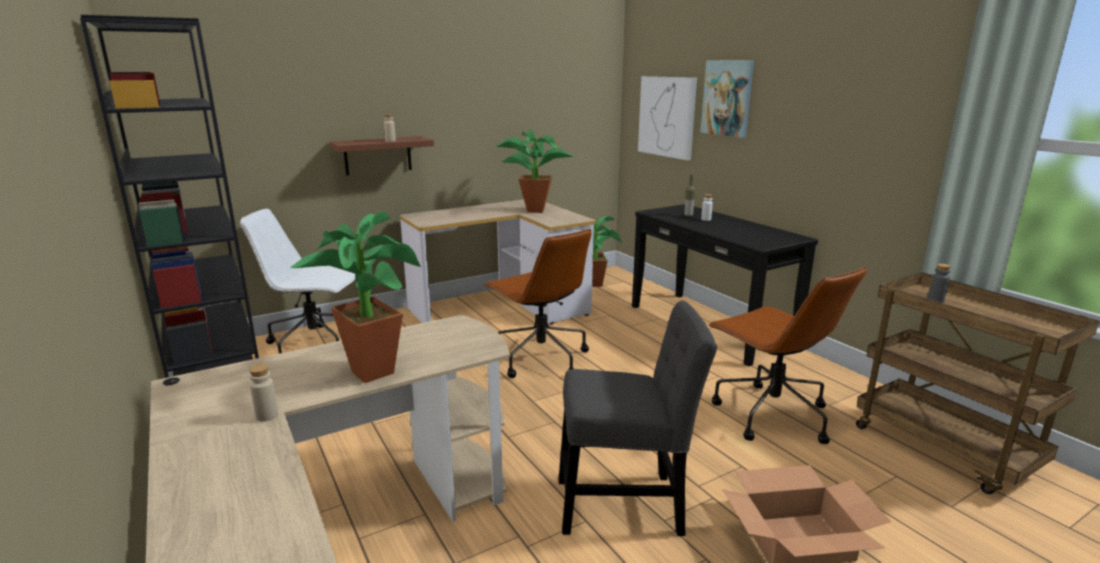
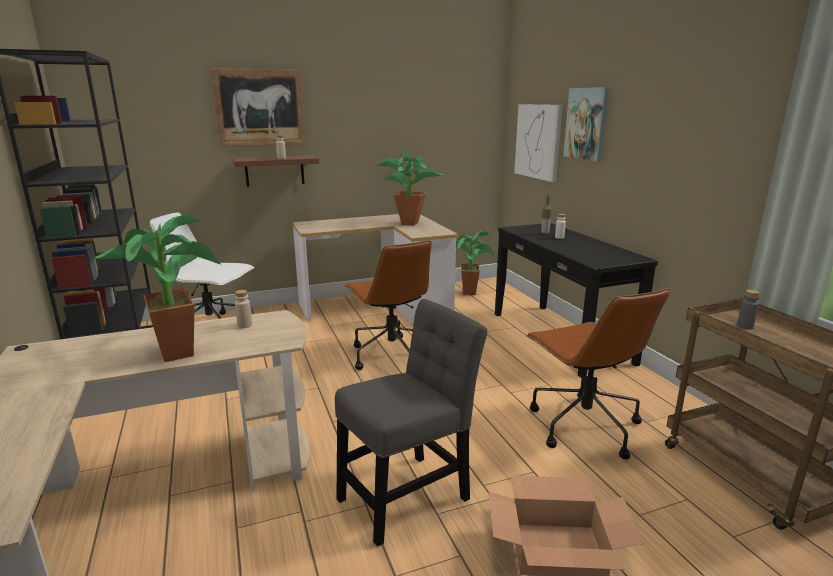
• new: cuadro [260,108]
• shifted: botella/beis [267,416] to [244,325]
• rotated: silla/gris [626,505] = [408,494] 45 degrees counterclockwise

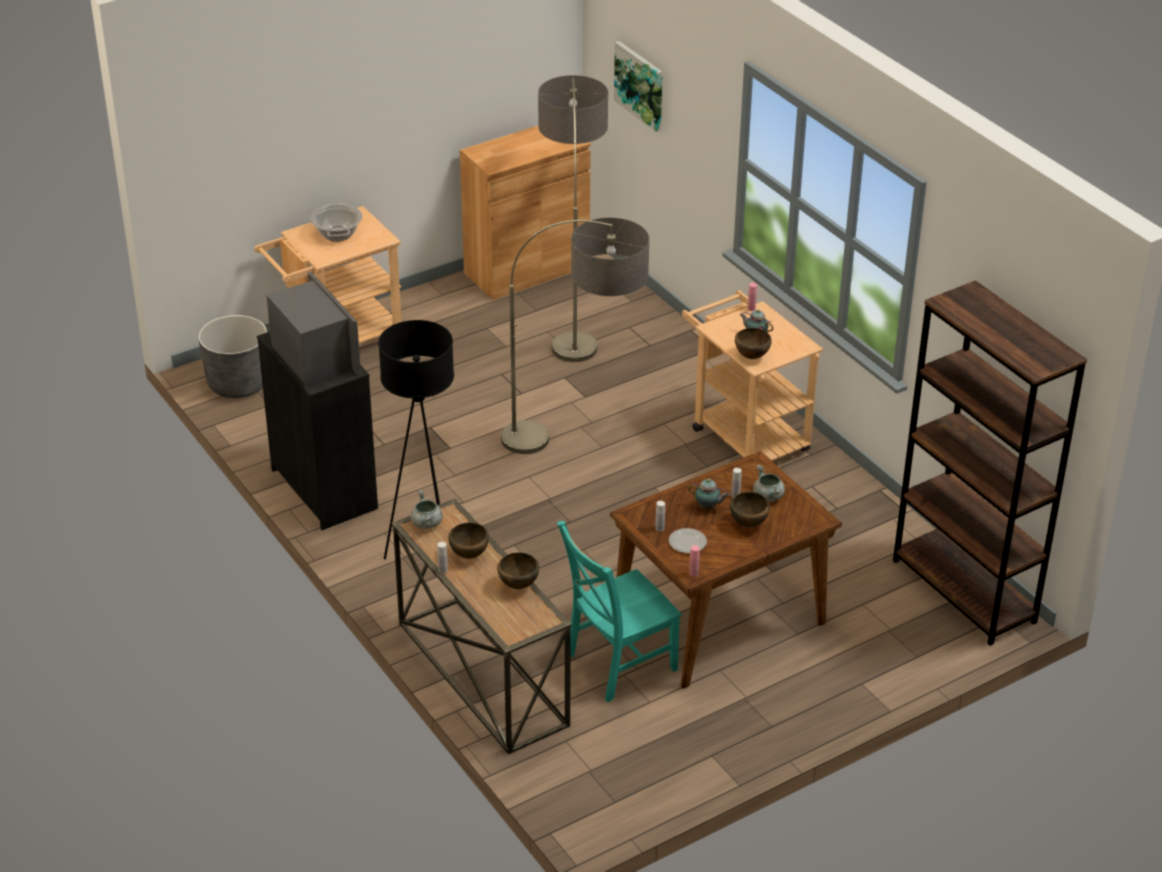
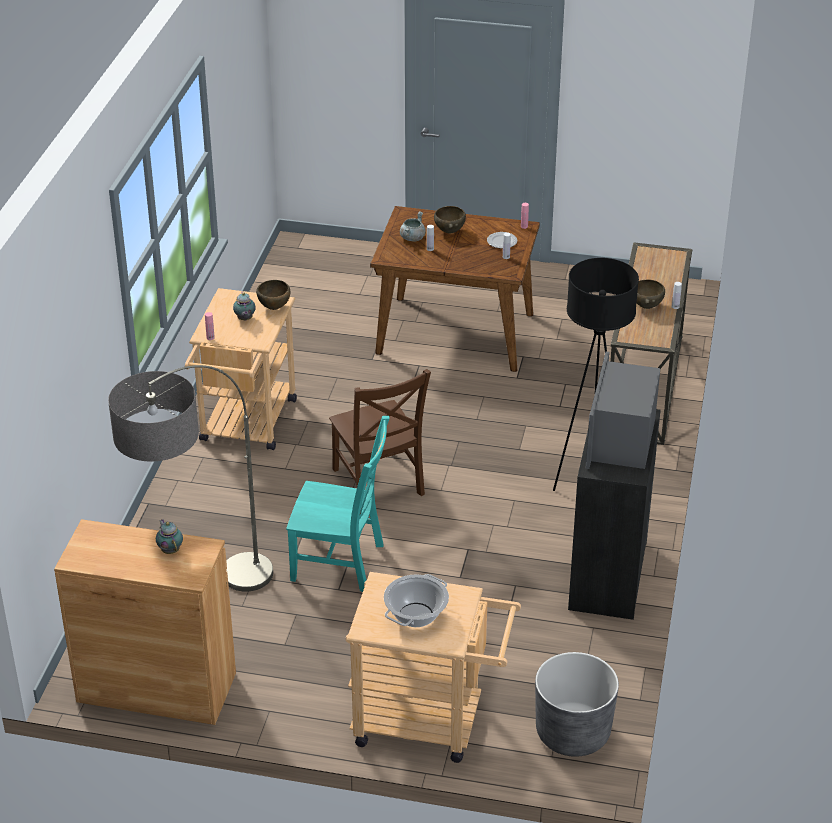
• shifted: tetera [708,507] to [170,550]
• shifted: silla/turquesa [616,664] to [341,563]
• swapped: lámpara de pie [579,452] to silla/marrón [379,484]
• gone: olla/gris [427,523]
• gone: cuenco/marrón [518,585]
• gone: cuadro [640,85]
• gone: estantería/marrón [964,591]

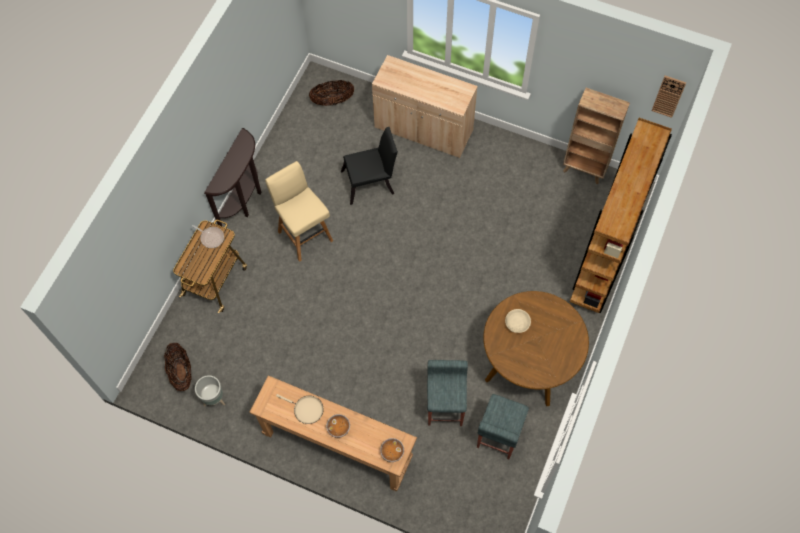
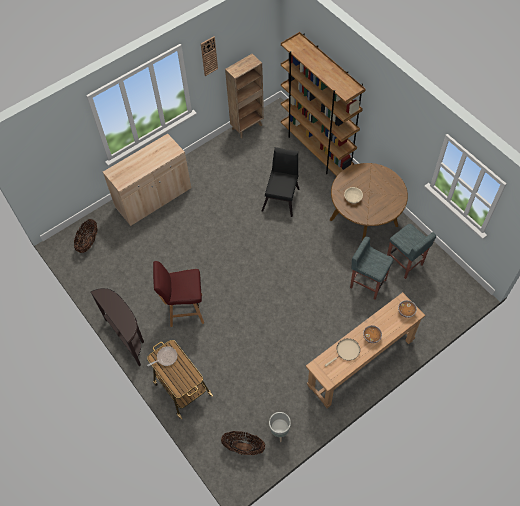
• repainted: taburete/beis [304,235] to taburete/rojo [185,310]
• shifted: reloj de pared [668,96] to [209,56]
• shifted: silla/negro [371,182] to [282,197]

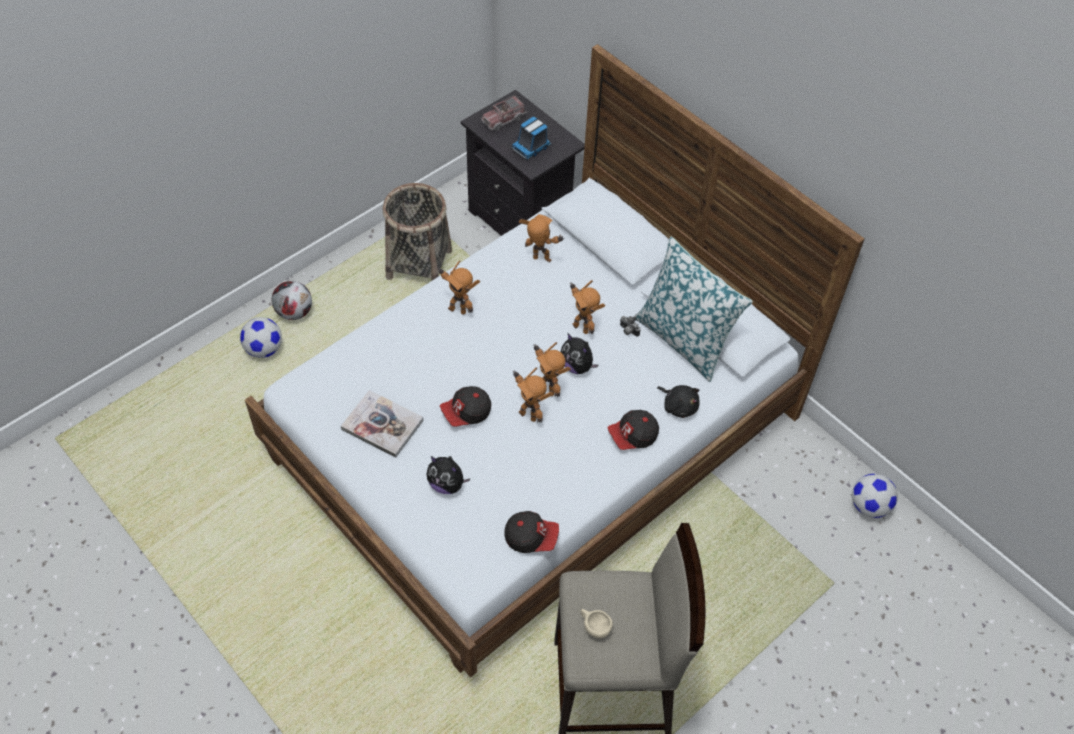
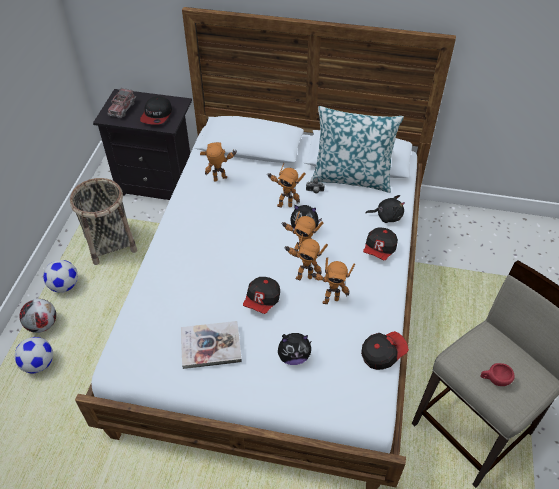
• shifted: balón de fútbol [869,506] to [64,285]
• swapped: camión de juguete [531,147] to gorra [157,115]
• shifted: robot de juguete [458,309] to [329,299]
• repainted: taza/beis [594,627] to taza/rojo [494,380]

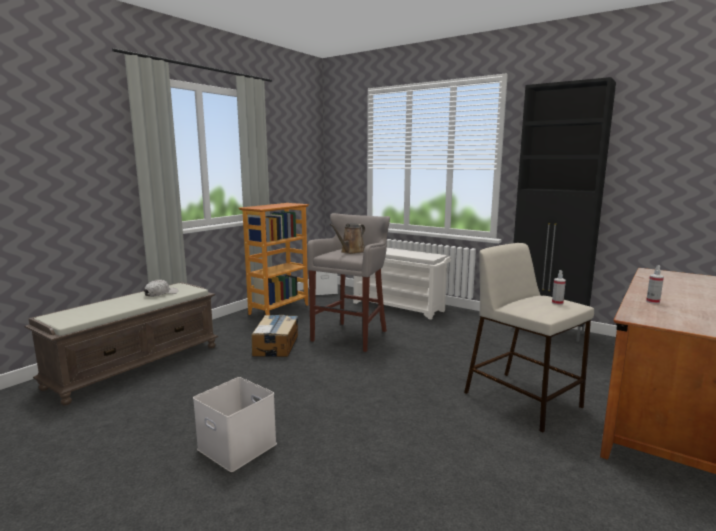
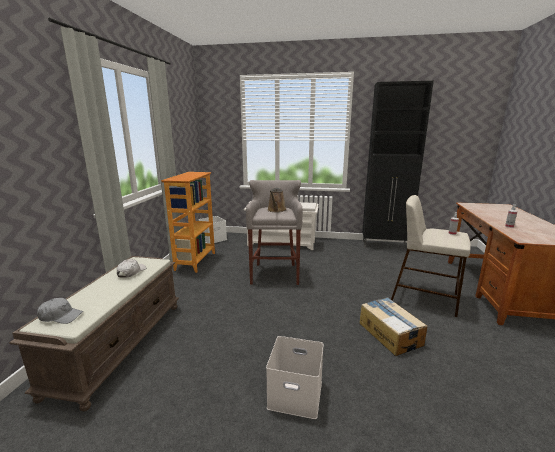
• new: gorra/gris [60,316]
• shifted: caja de cartón [276,345] to [390,333]

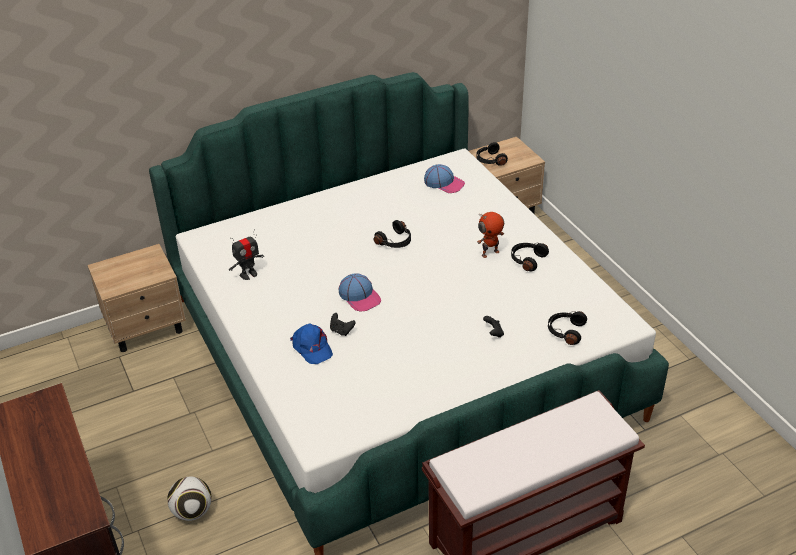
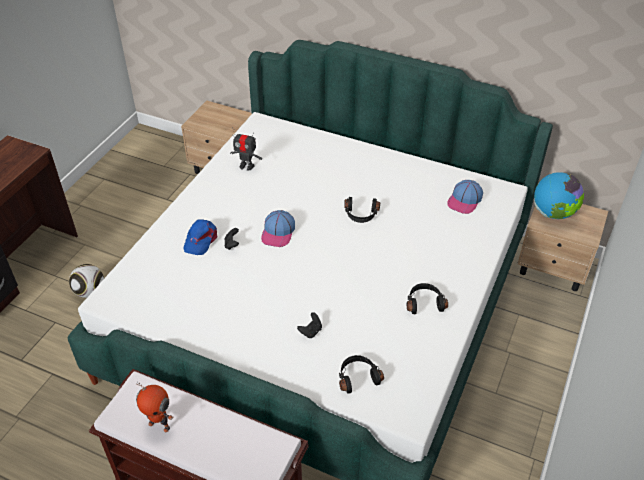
• shifted: robot de juguete [490,253] to [160,424]
• rotated: gorra [444,183] = [464,200] 45 degrees clockwise
• swapped: auriculares/negro [490,160] to globo terráqueo [553,213]

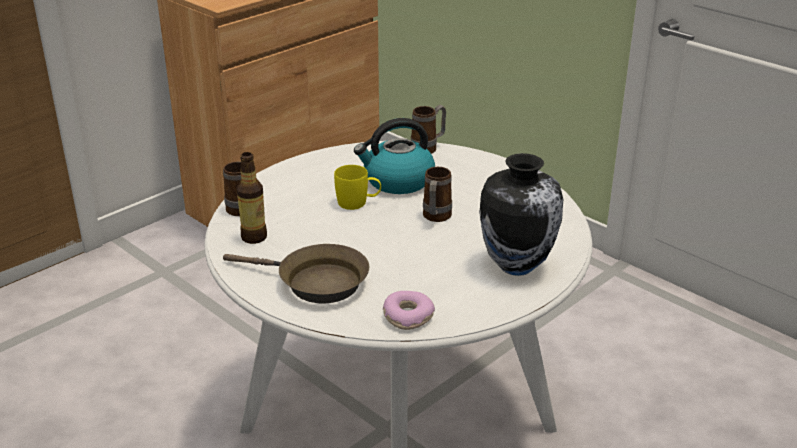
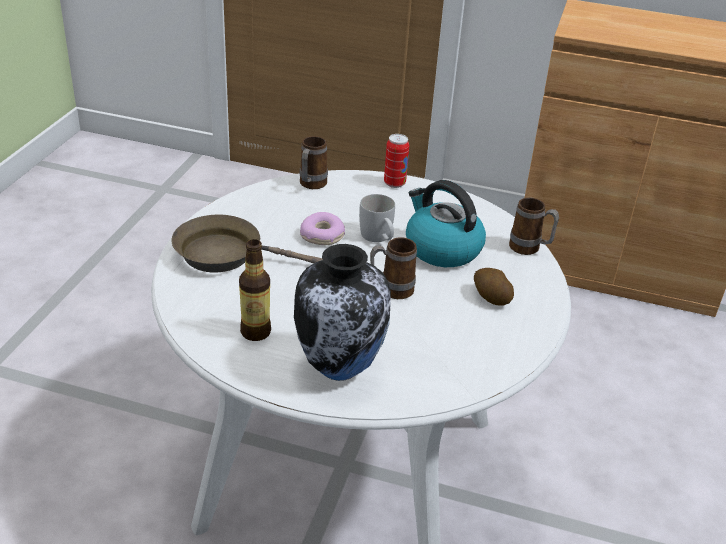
• rotated: sartén/marrón [316,282] = [226,254] 105 degrees clockwise
• shifted: botella [254,237] to [256,332]
• shifted: rosquilla [408,316] to [322,236]
• repainted: taza grande/amarillo [358,203] to taza grande/blanco [378,238]
• new: lata [394,183]
• new: patata [490,297]

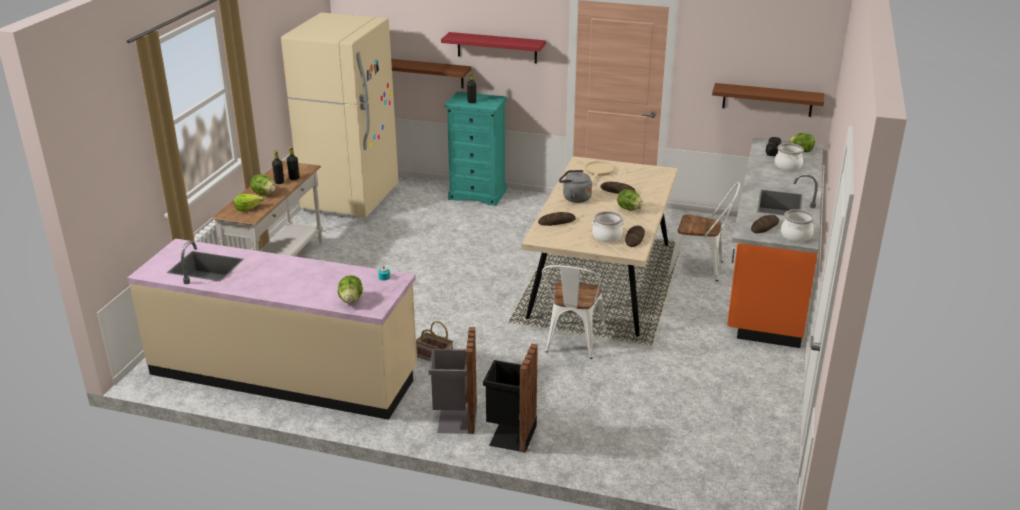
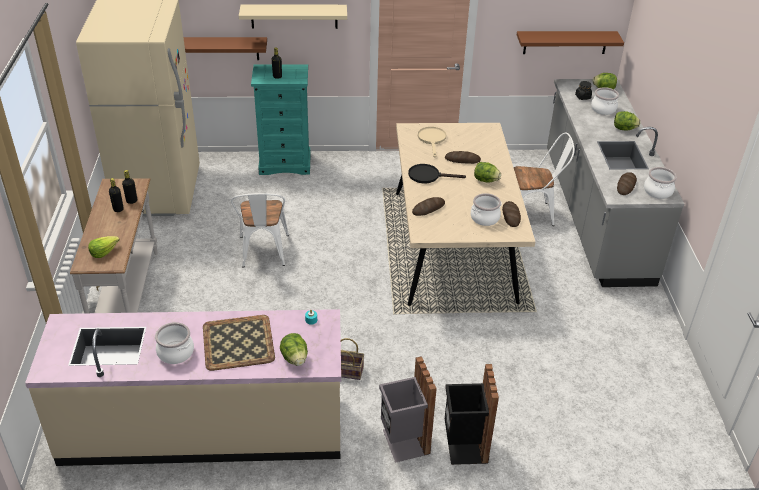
• new: olla [176,352]
• new: bandeja [237,343]
• shifted: silla/blanco [572,343] to [263,254]
• repainted: estante/rojo [497,47] to estante/beis [294,16]
• swapped: hervidor/gris [574,198] to sartén/negro [428,176]
• repainted: mueble bajo de cocina/naranja [768,279] to mueble bajo de cocina/gris [594,215]
• shifted: lechuga [264,193] to [624,129]

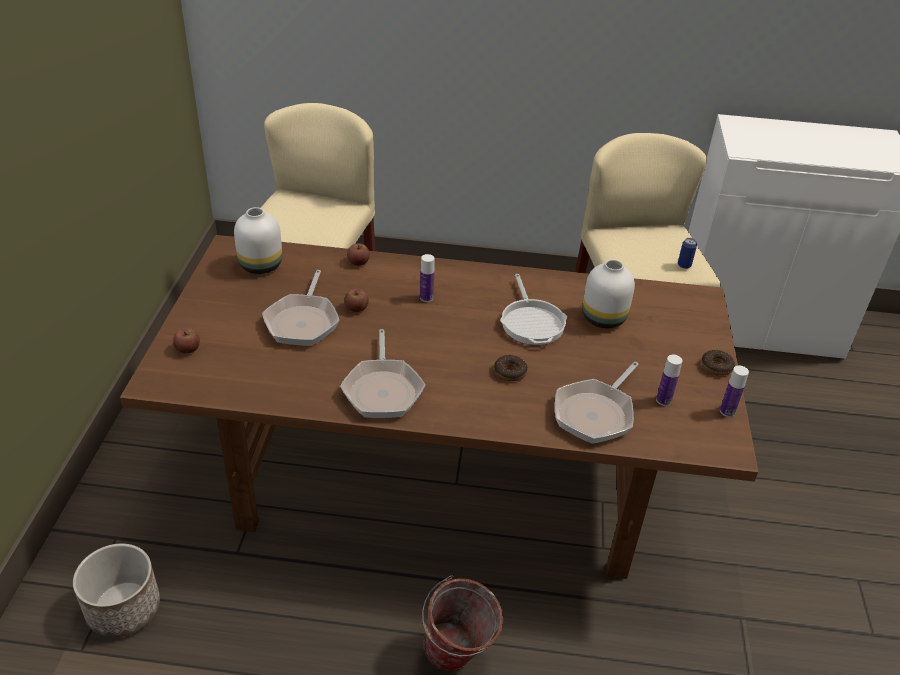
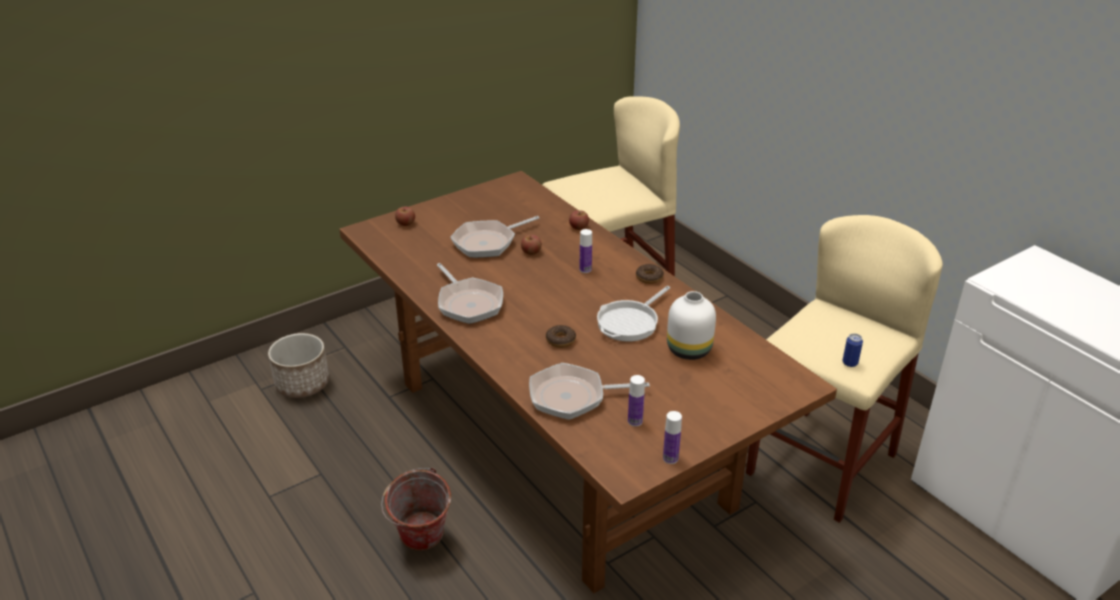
• rotated: sartén [383,389] = [468,303] 75 degrees counterclockwise
• shifted: rosquilla [716,366] to [649,277]
• gone: florero/blanco [261,265]

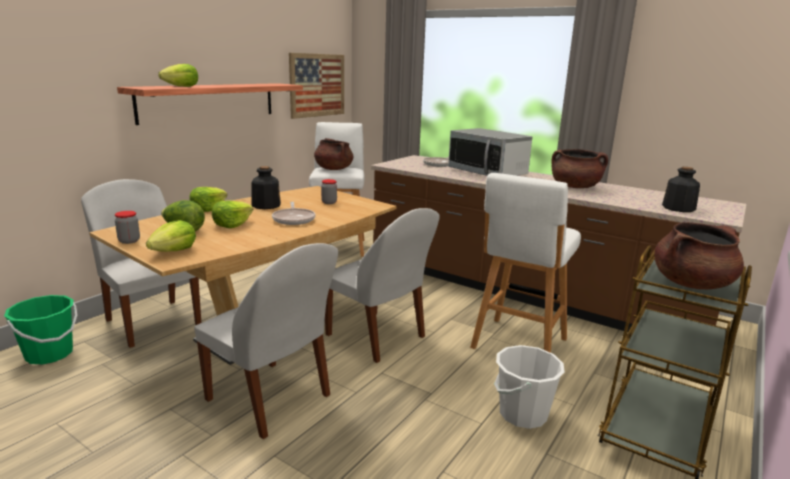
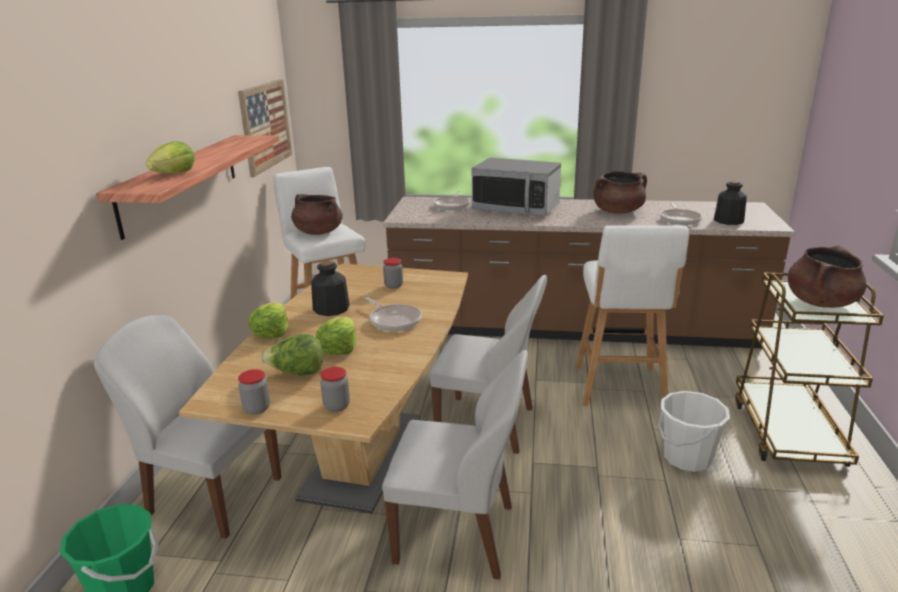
• swapped: lechuga [174,251] to tarro [336,406]
• new: sartén [679,219]

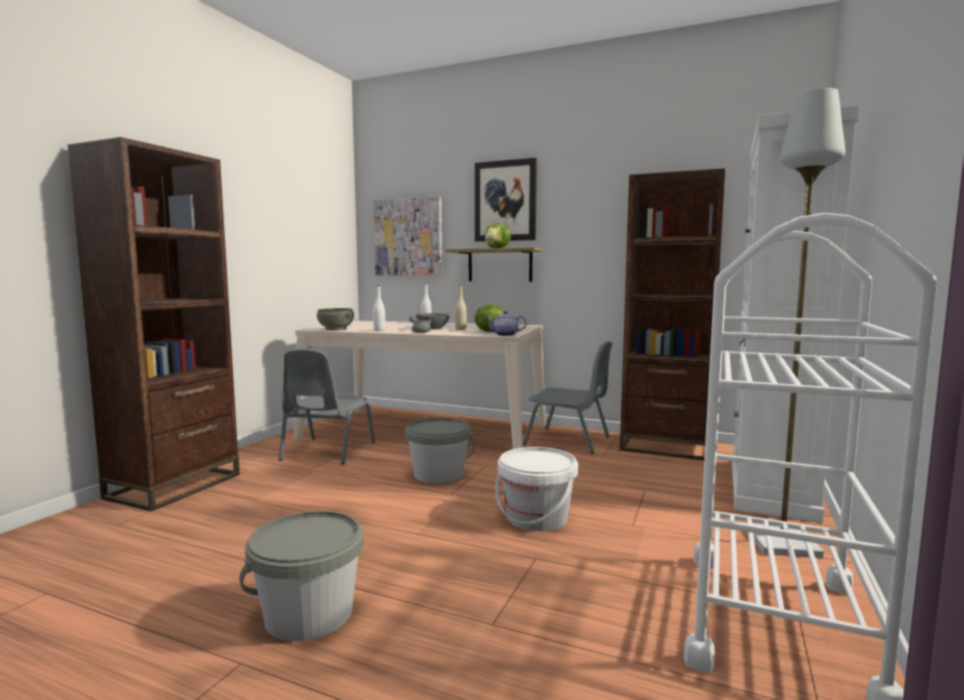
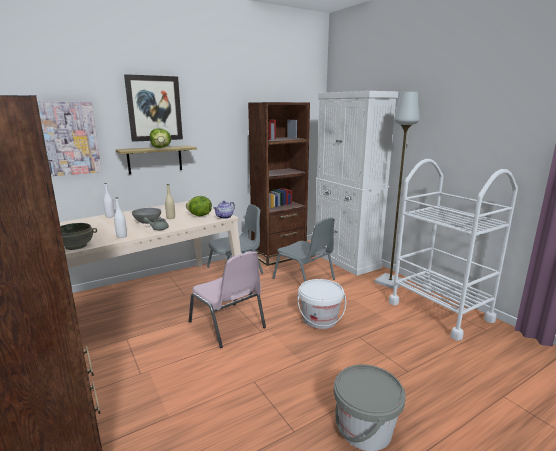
• swapped: cubo/gris [438,475] to silla/rosa [228,325]
• shifted: silla/gris [326,451] to [304,279]

